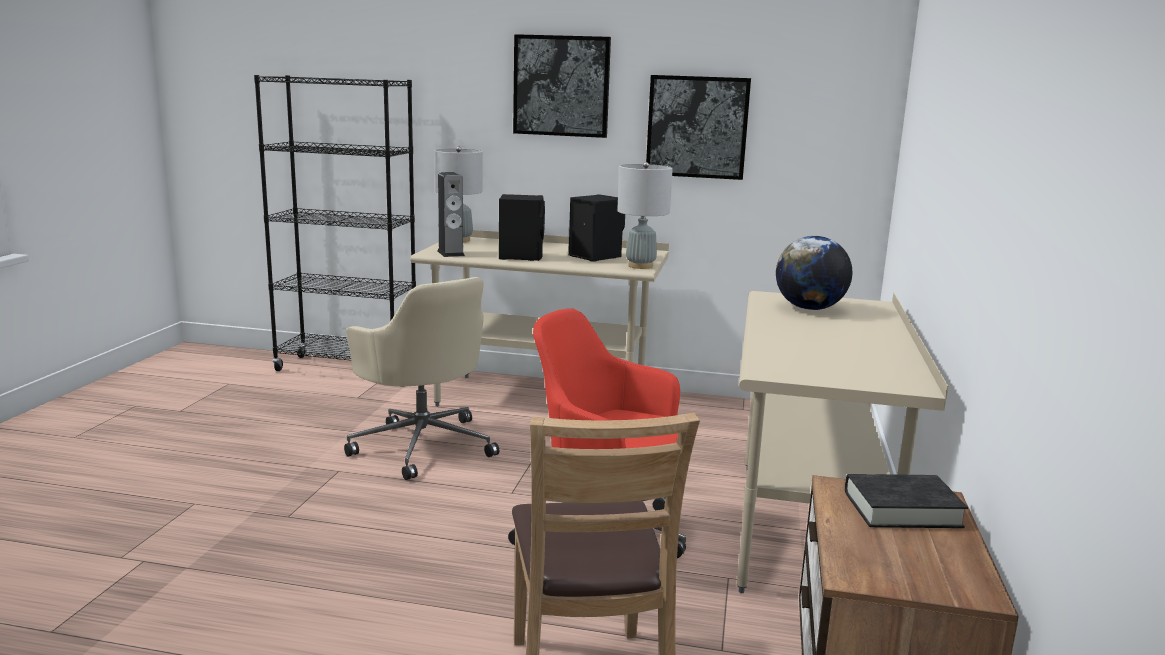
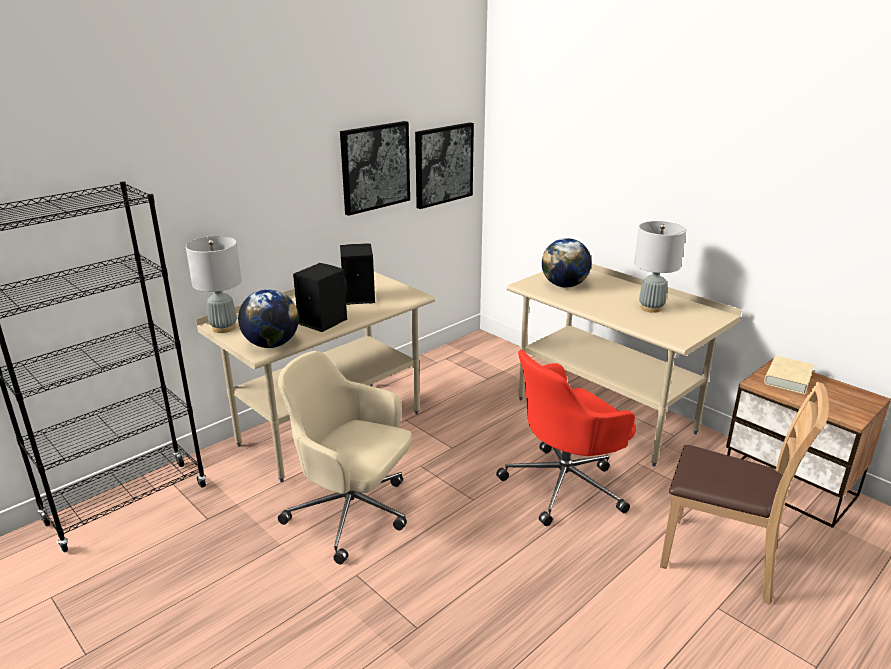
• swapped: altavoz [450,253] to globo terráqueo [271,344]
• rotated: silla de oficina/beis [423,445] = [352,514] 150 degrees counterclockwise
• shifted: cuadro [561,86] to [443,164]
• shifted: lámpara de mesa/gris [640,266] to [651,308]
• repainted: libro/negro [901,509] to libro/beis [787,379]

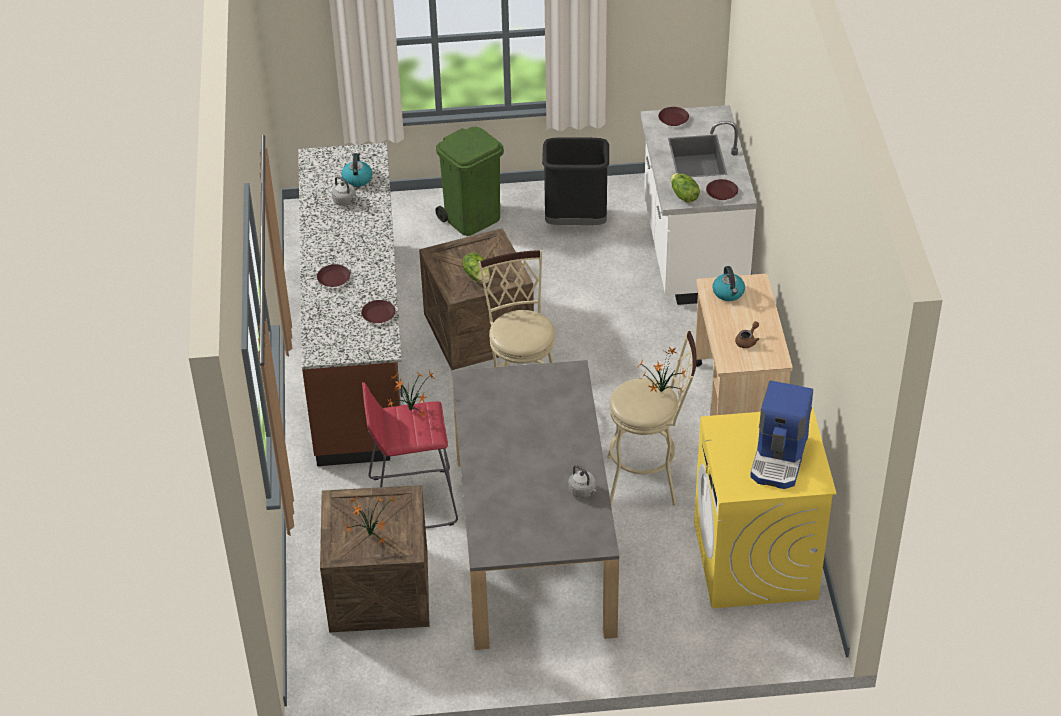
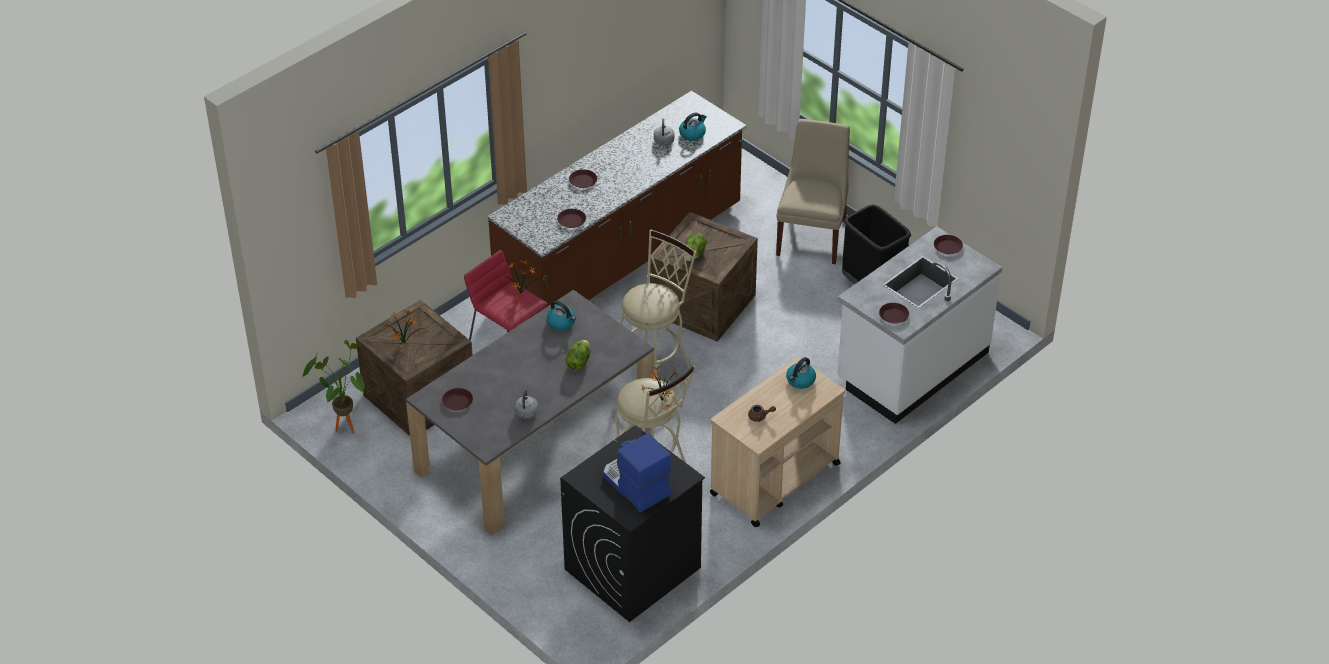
• new: planta en maceta [343,425]
• new: plato/marrón [457,402]
• new: hervidor [561,323]
• repainted: lavadora/amarillo [755,561] to lavadora/negro [632,569]
• shifted: lechuga [683,196] to [578,362]
• rotated: cafetera [780,458] = [635,485] 75 degrees clockwise
• swapped: papelera/verde [472,218] to silla/beis [812,235]

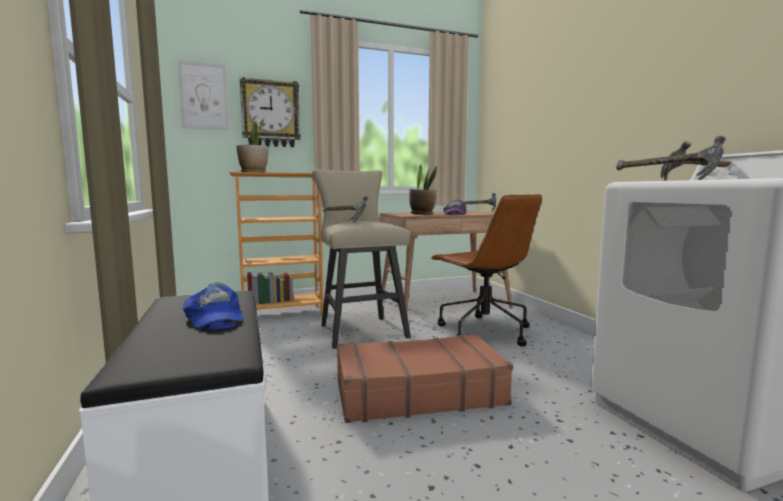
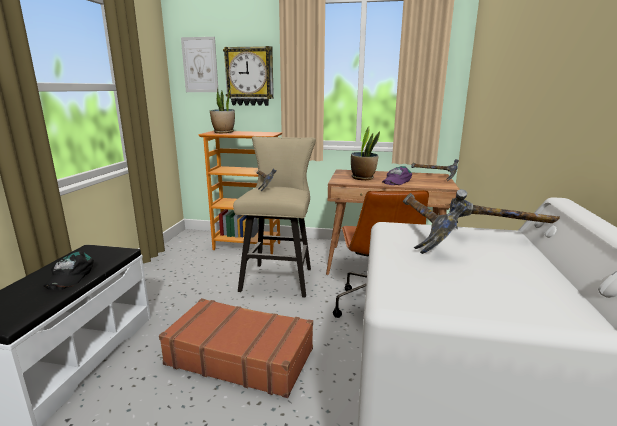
• repainted: gorra/azul [213,317] to gorra/negro [69,276]

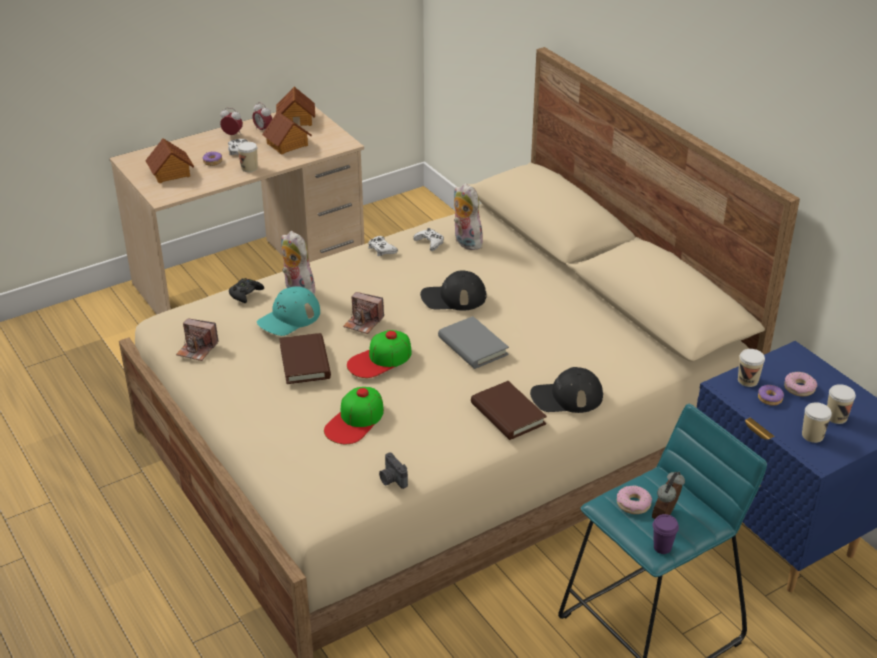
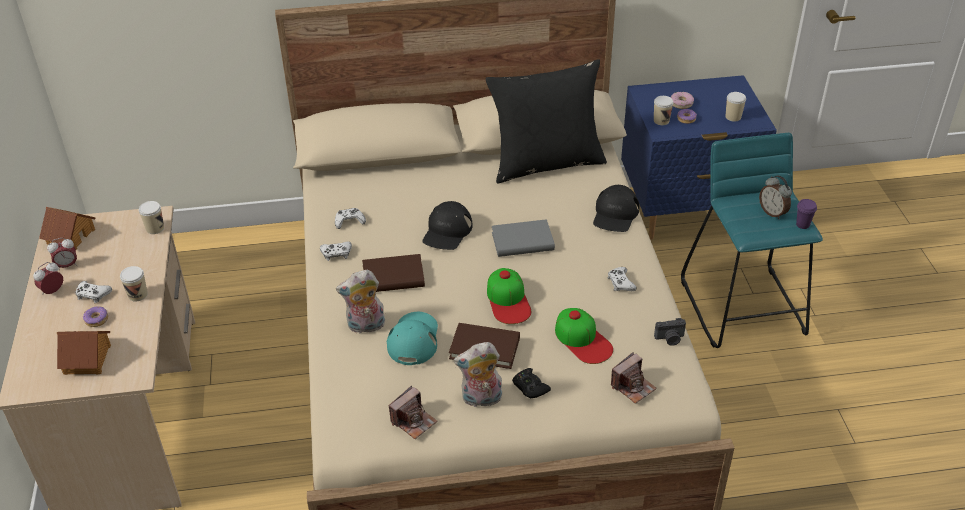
• shifted: taza [836,417] to [155,228]
• shifted: libro/marrón [508,414] to [393,277]
• rotated: gorra/turquesa [289,318] = [413,340] 150 degrees counterclockwise
• shifted: peluche [465,242] to [481,399]
• new: cojín/negro [546,162]
• shifted: mando de consola/negro [245,294] to [530,387]
• new: mando de consola/blanco [620,283]
• shifted: cámara [363,322] to [633,386]
• gone: casita [287,144]
• gone: rosquilla [633,504]

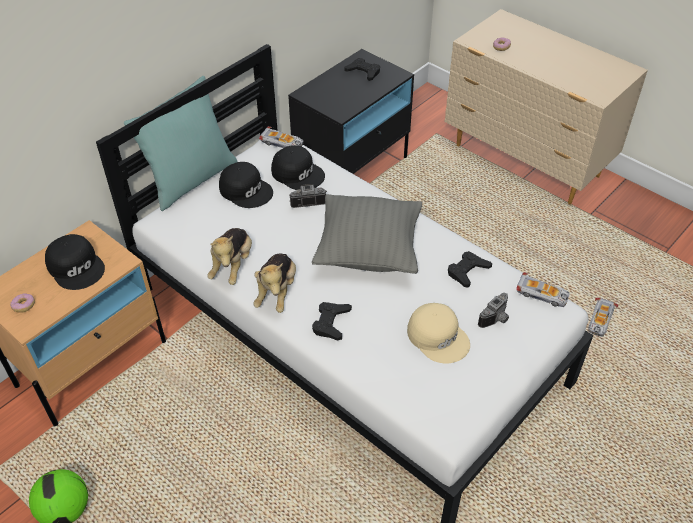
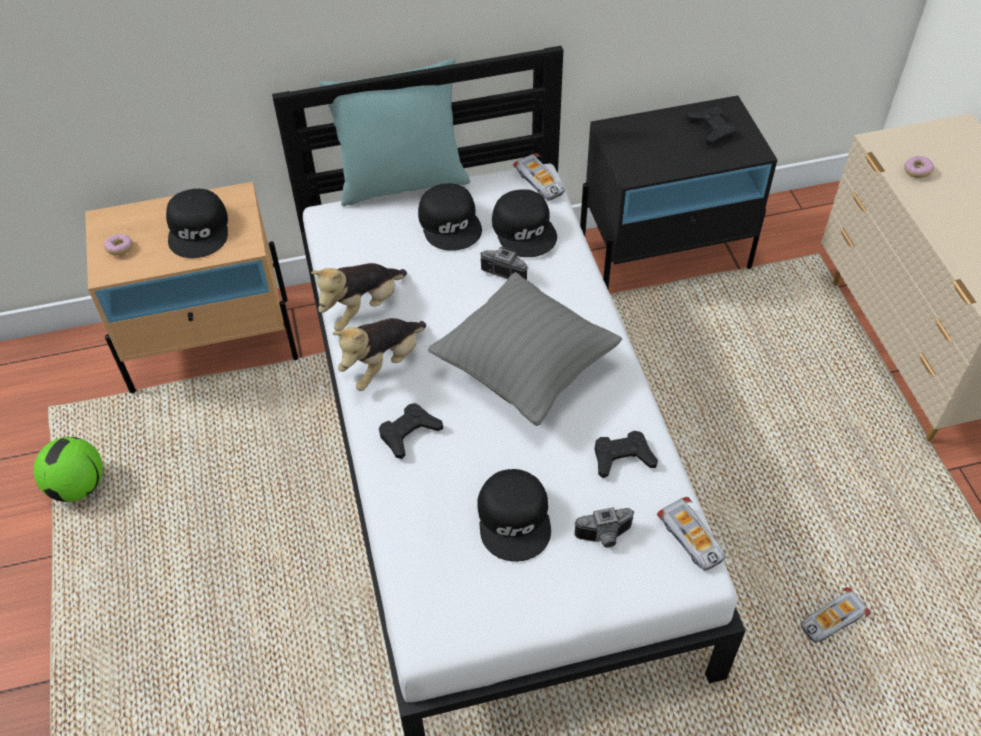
• repainted: gorra/beis [438,337] to gorra/negro [515,519]

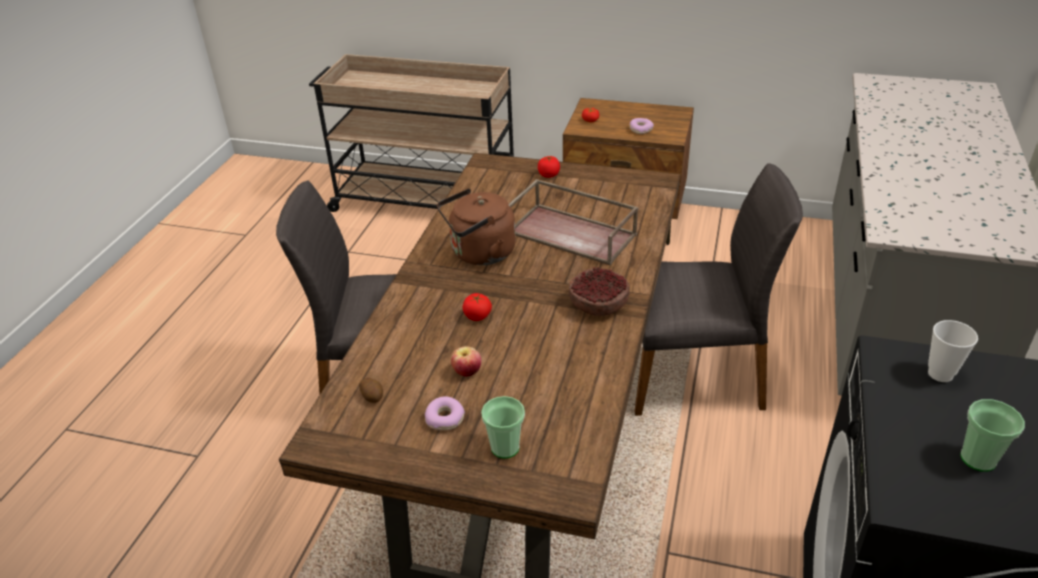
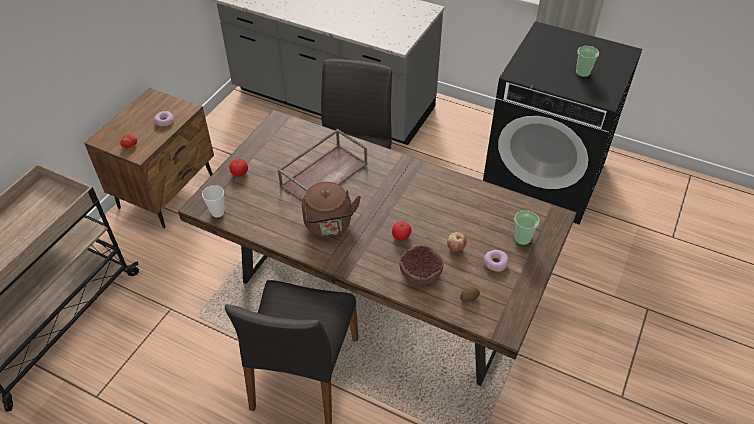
• shifted: taza [940,374] to [217,212]
• shifted: cuenco [598,304] to [420,272]

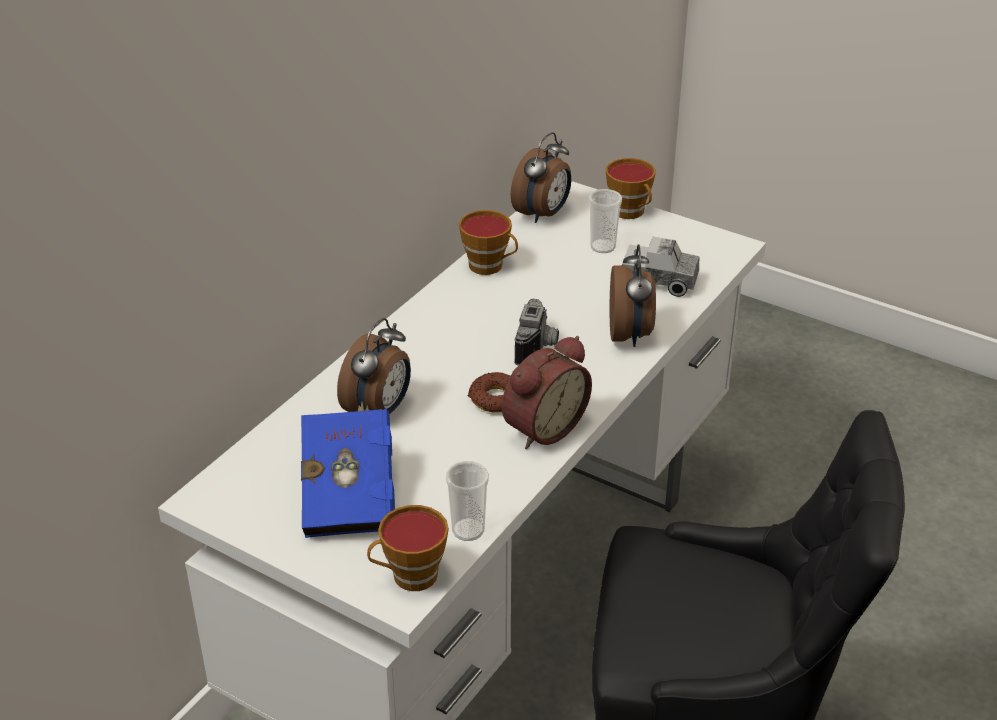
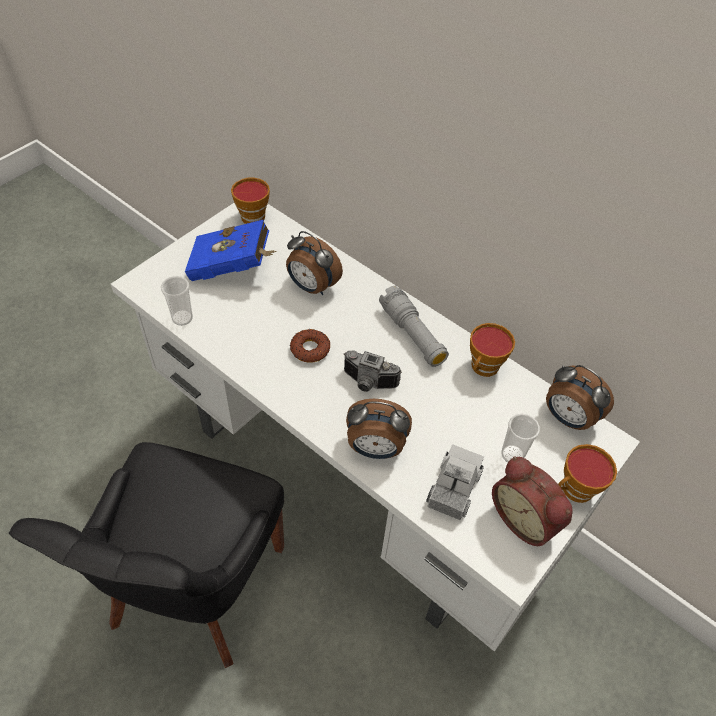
• shifted: taza [409,577] to [252,215]
• new: linterna/gris [412,334]
• shifted: despertador [542,427] to [526,518]

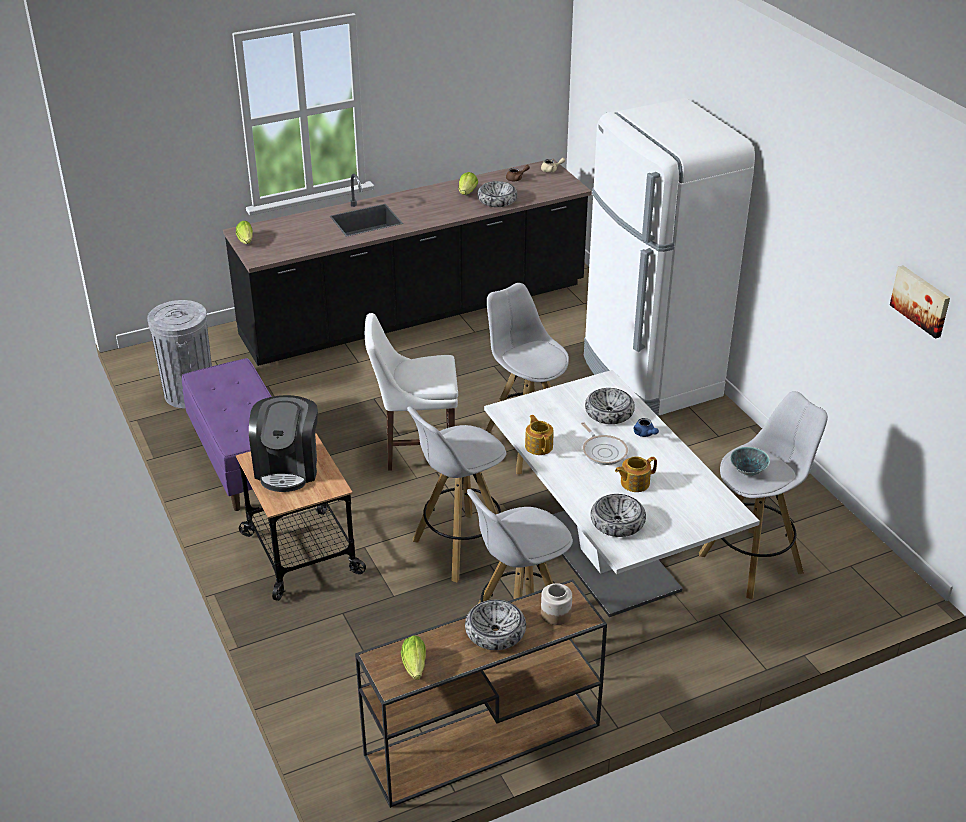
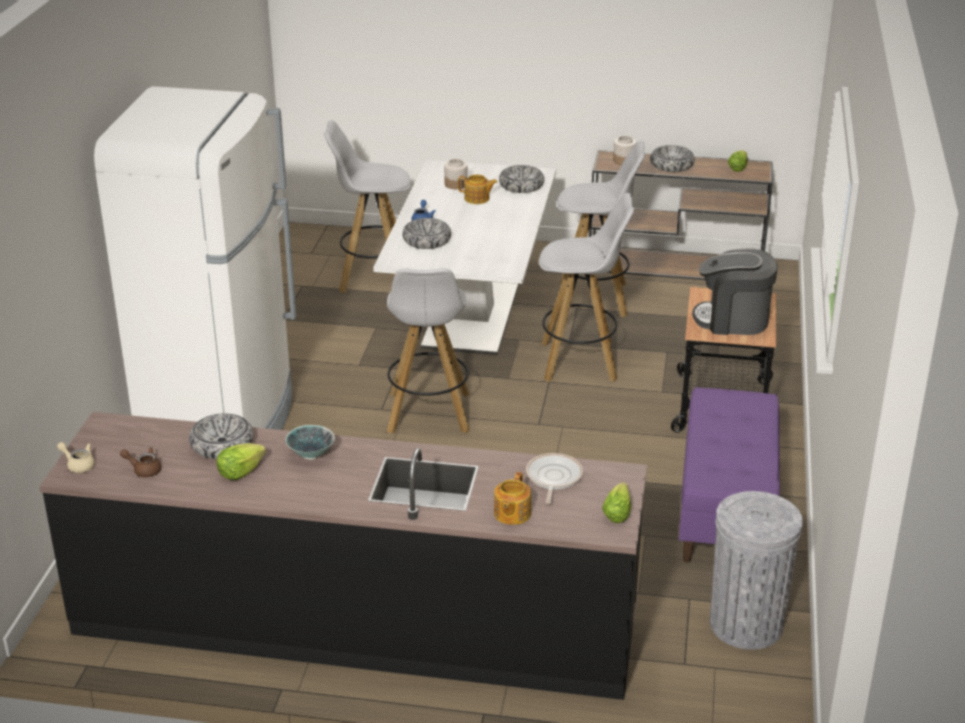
• shifted: cuenco [748,472] to [310,455]
• new: tarro [456,184]
• shifted: tetera [539,446] to [511,514]
• shifted: sartén [603,451] to [553,478]
• rotated: cafetera [288,467] = [733,320] 120 degrees counterclockwise
• gone: silla/blanco [415,449]
• gone: cuadro [921,300]

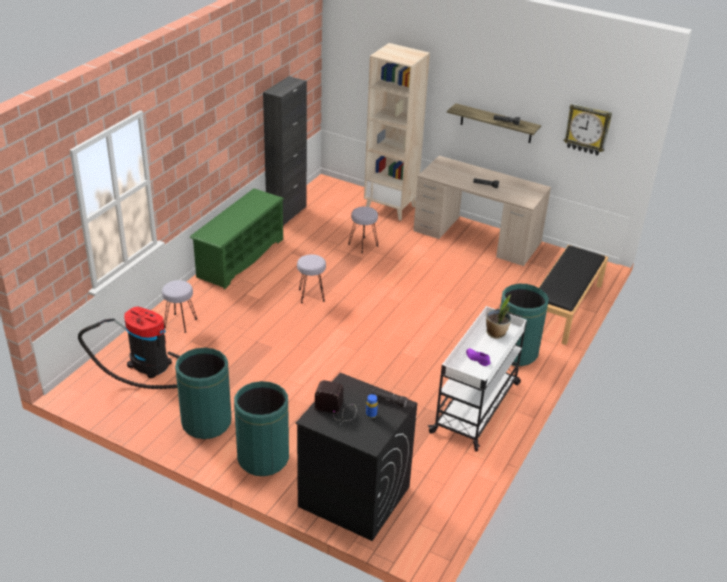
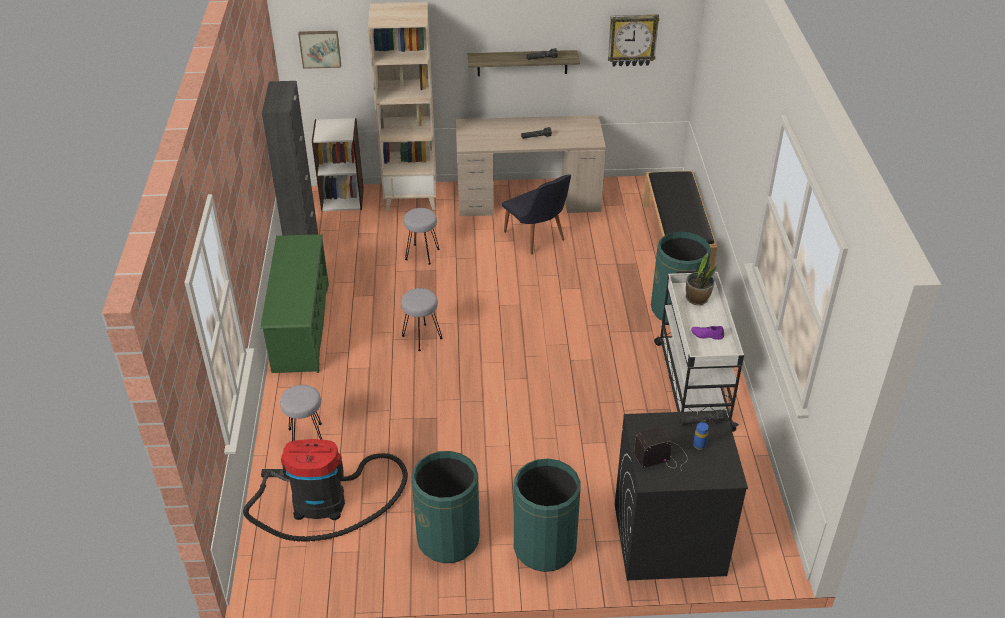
• new: cuadro [320,48]
• new: estantería/blanco [342,198]
• new: silla/negro [537,239]

